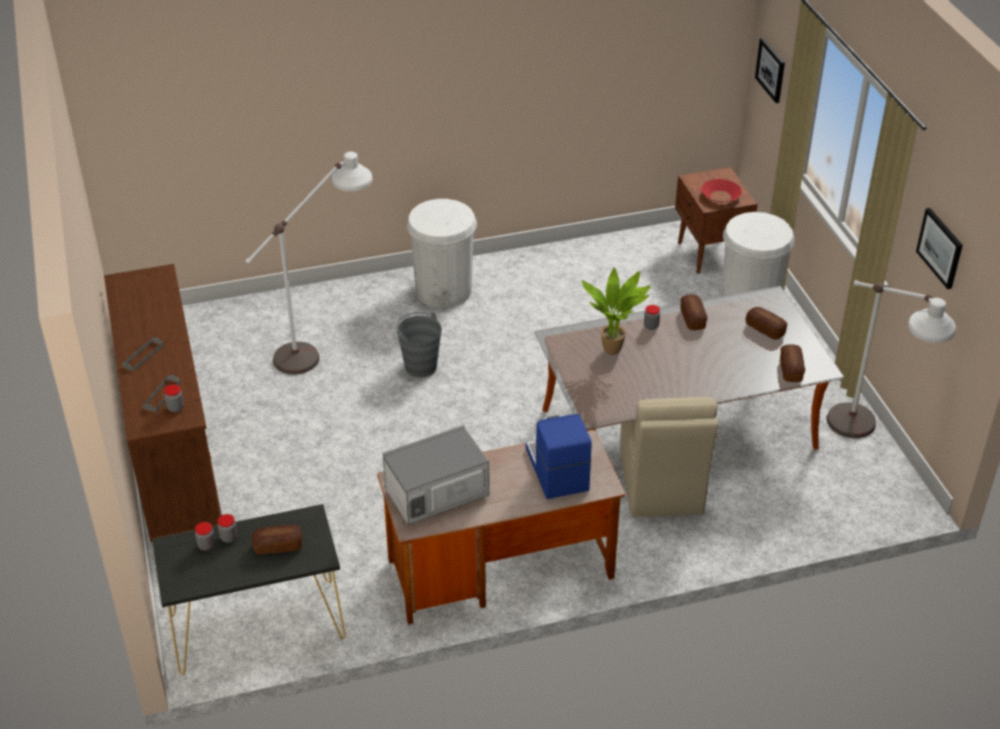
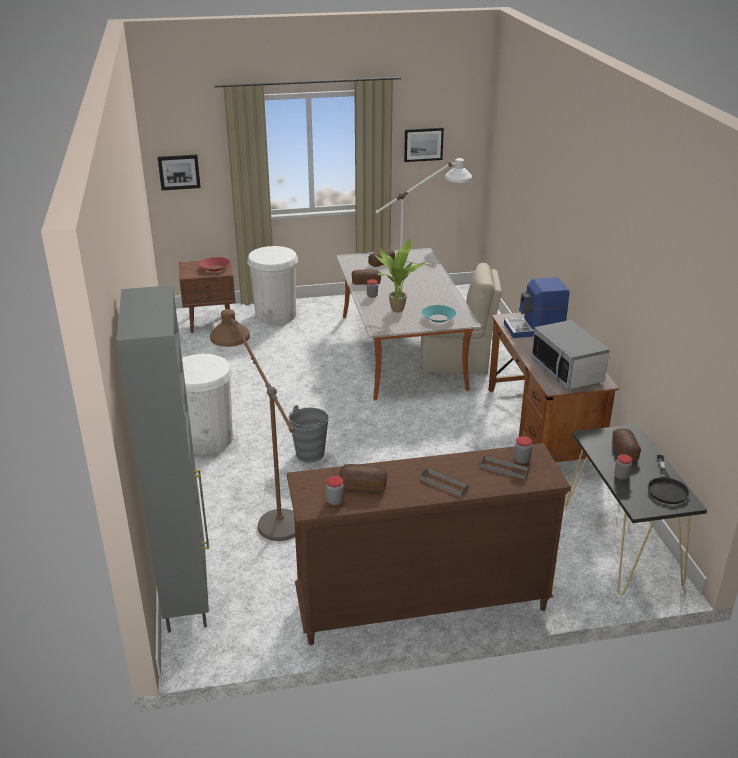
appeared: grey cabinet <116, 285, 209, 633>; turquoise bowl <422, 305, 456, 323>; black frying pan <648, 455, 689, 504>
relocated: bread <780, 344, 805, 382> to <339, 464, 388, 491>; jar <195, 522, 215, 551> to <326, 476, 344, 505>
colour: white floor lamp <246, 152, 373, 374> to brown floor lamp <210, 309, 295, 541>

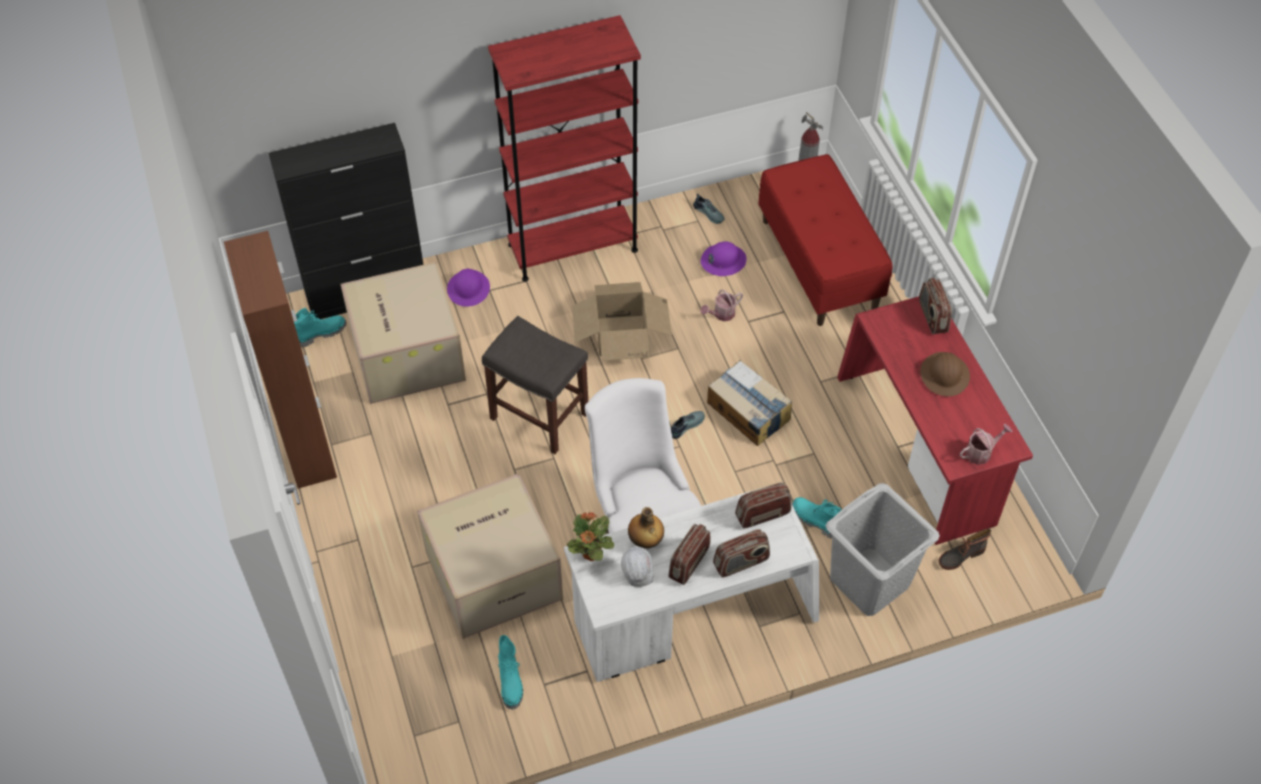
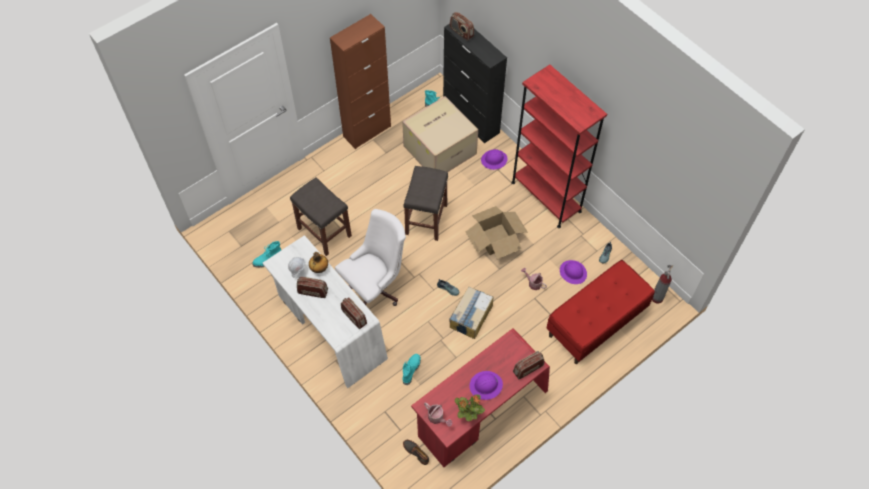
missing: grey laundry basket <826, 483, 940, 616>
relocated: potted plant <567, 512, 614, 561> to <455, 394, 485, 421>; radio <713, 529, 770, 578> to <450, 12, 474, 41>
exchanged: cardboard box <417, 473, 563, 639> to grey stool <290, 177, 352, 256>
colour: brown hard hat <920, 352, 970, 396> to purple hard hat <469, 371, 503, 400>

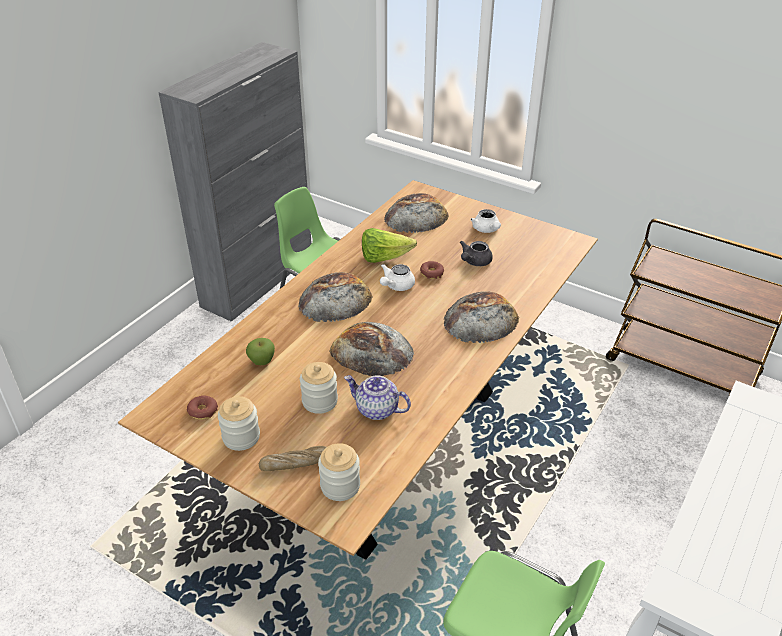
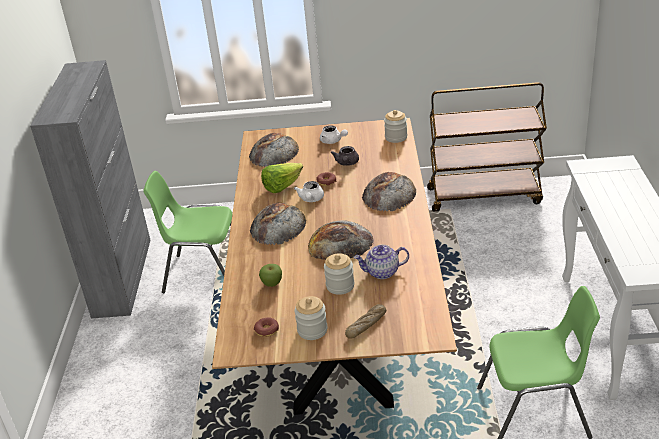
relocated: jar <318, 443, 360, 501> to <384, 110, 407, 143>

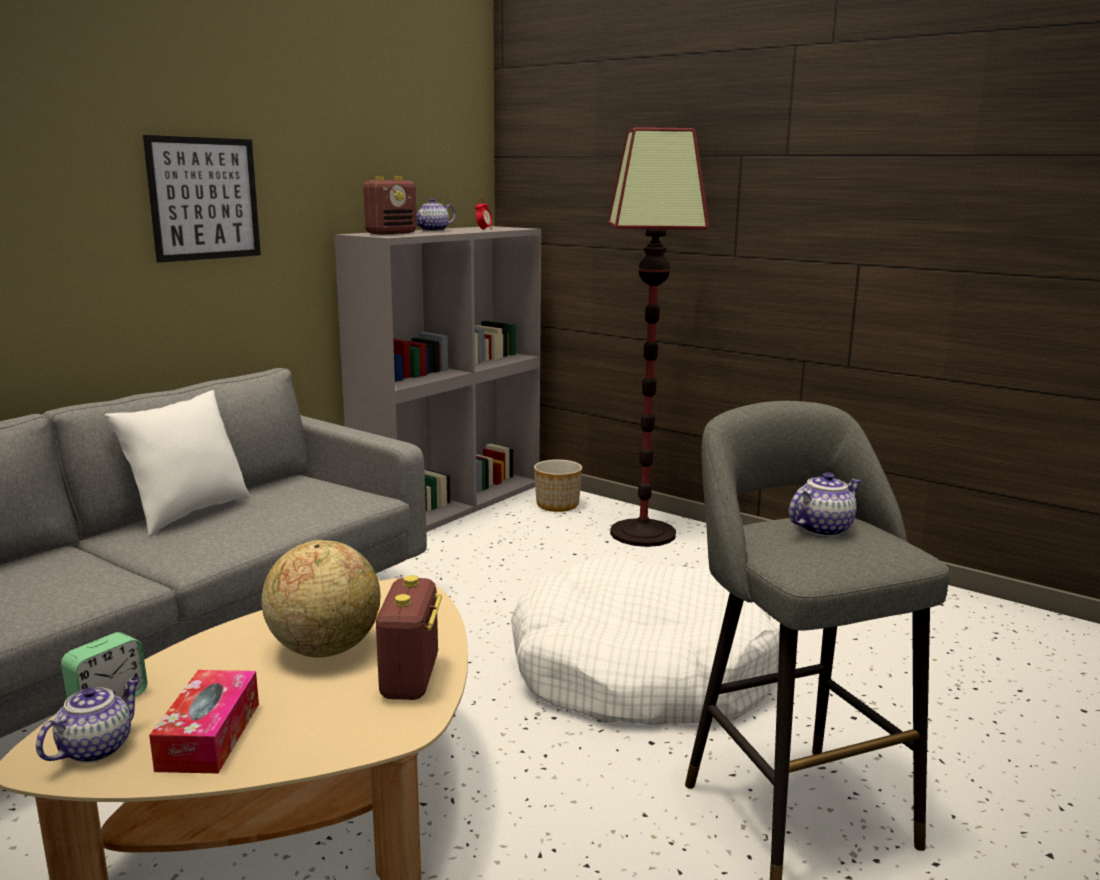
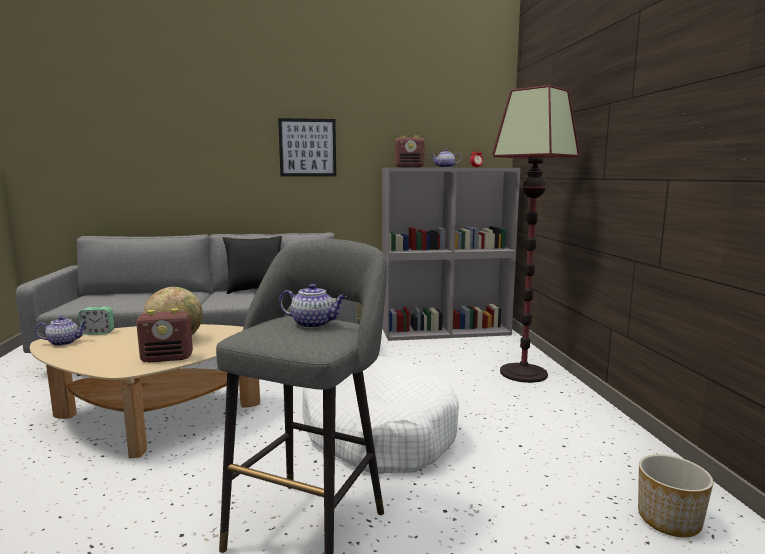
missing: tissue box <149, 670, 259, 773>
relocated: planter <534, 459, 582, 512> to <638, 454, 713, 537>
colour: white pillow <105, 390, 250, 536> to black pillow <223, 236, 282, 294>
spun: radio <376, 575, 442, 700> = <136, 309, 193, 363> 150 degrees counterclockwise

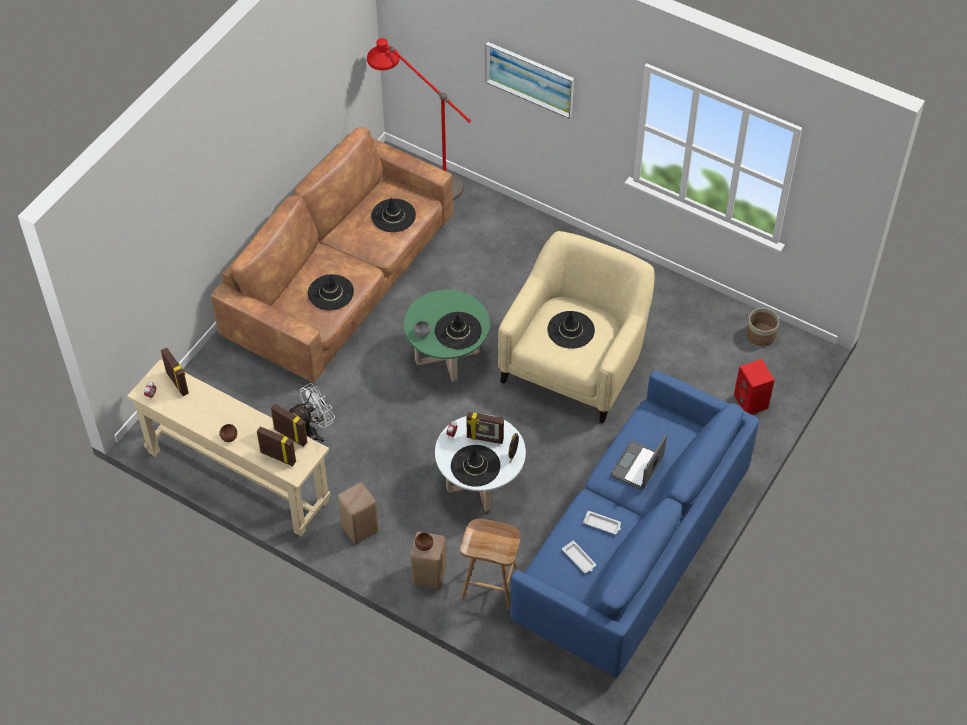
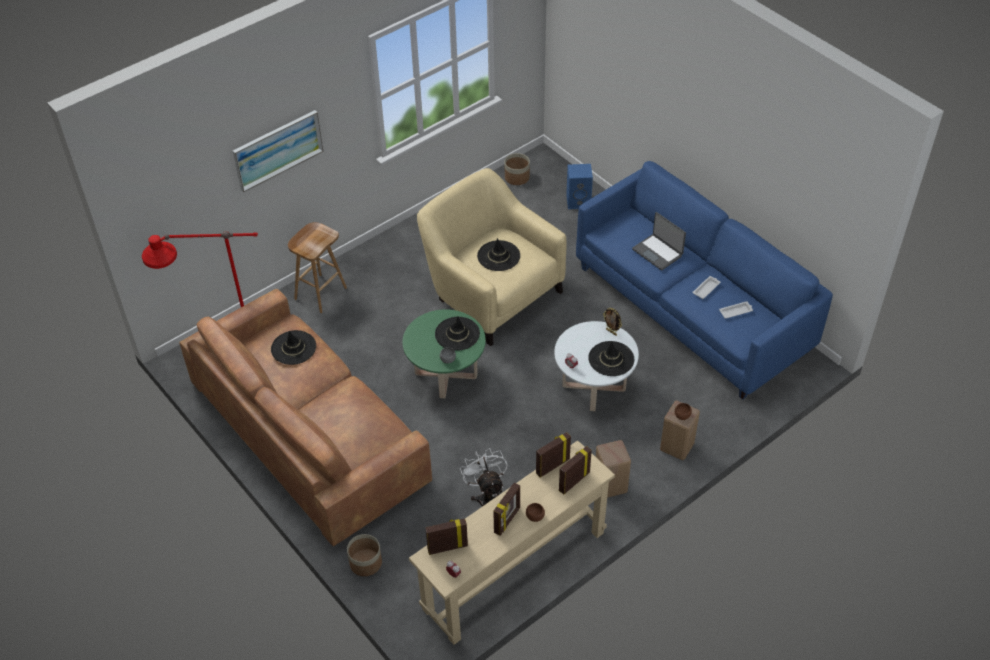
missing: black hat <308, 274, 354, 310>
appeared: planter <347, 534, 382, 576>
relocated: picture frame <466, 412, 504, 444> to <493, 482, 520, 536>; brown stool <460, 519, 521, 610> to <288, 222, 347, 313>
colour: red speaker <734, 359, 774, 414> to blue speaker <566, 164, 593, 209>

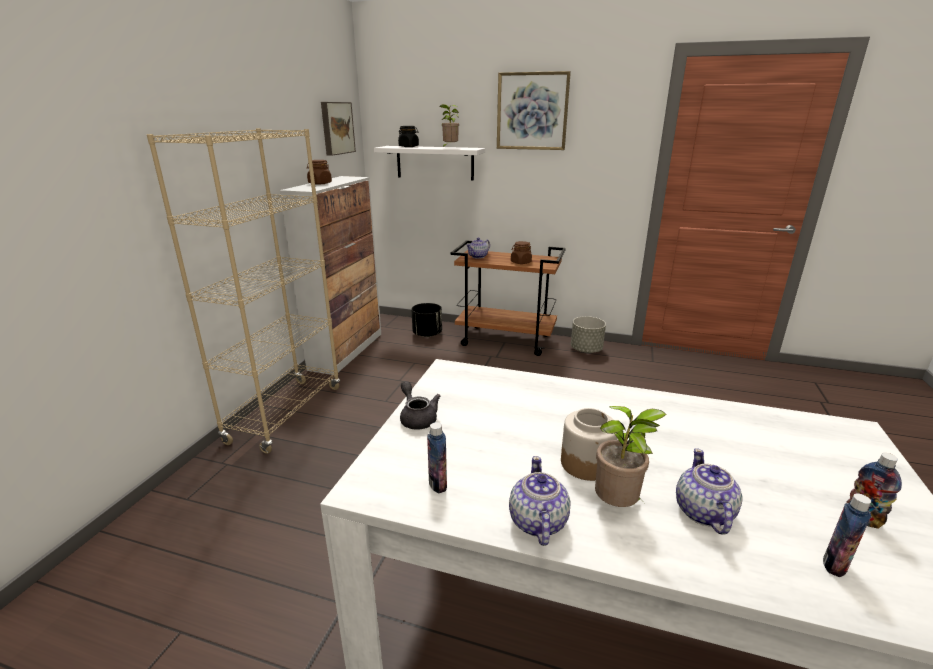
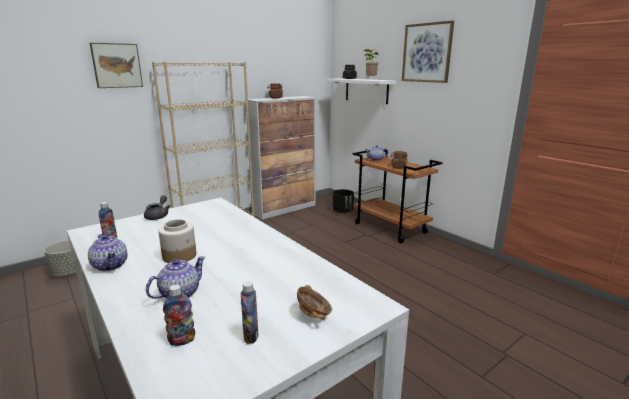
missing: potted plant <595, 406, 666, 507>
appeared: bowl <297, 285, 332, 320>
relocated: picture <321, 102, 356, 156> to <90, 43, 143, 88>; grey planter <571, 316, 606, 353> to <44, 240, 76, 276>
spun: teapot <509, 456, 570, 546> = <88, 234, 128, 271> 105 degrees clockwise

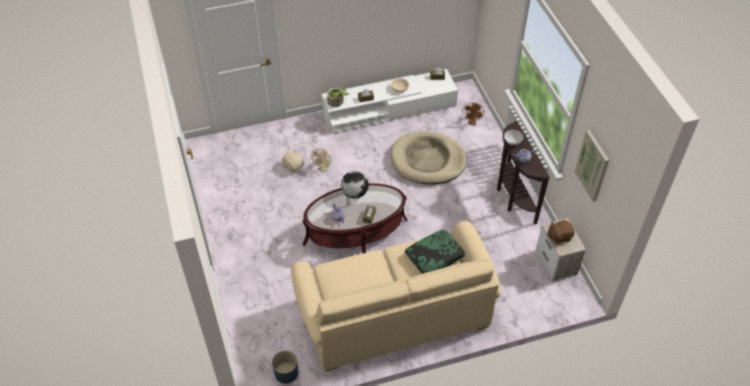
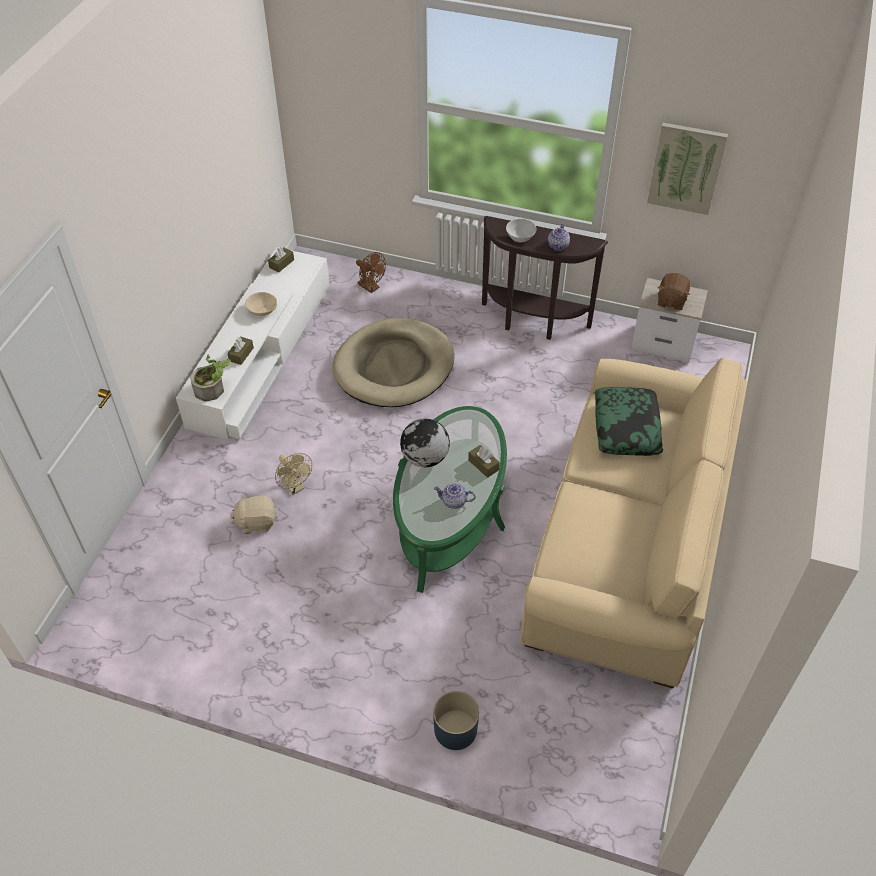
relocated: blue planter <272, 351, 298, 384> to <433, 691, 479, 750>
colour: brown coffee table <302, 183, 408, 254> to green coffee table <393, 406, 507, 593>

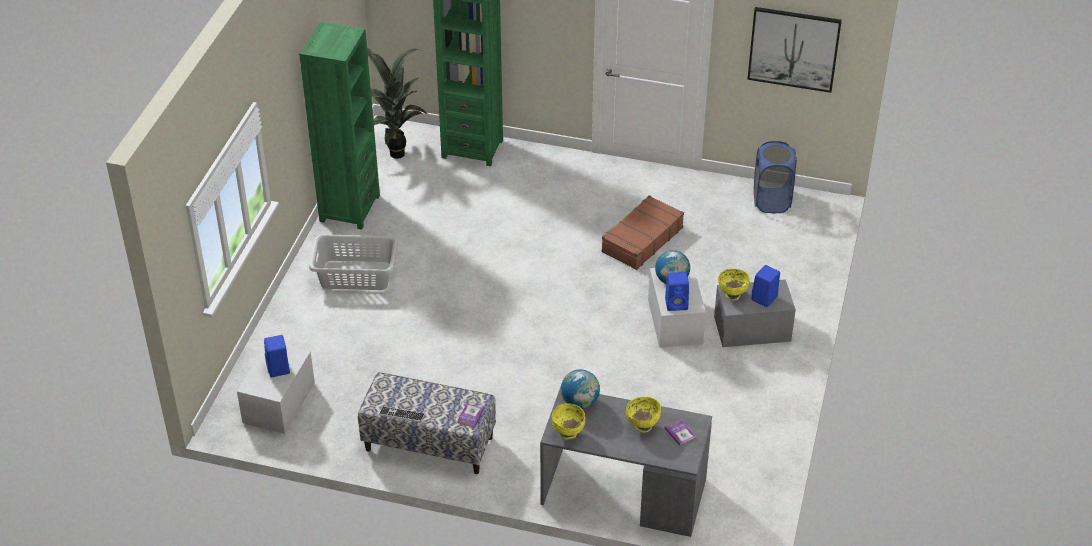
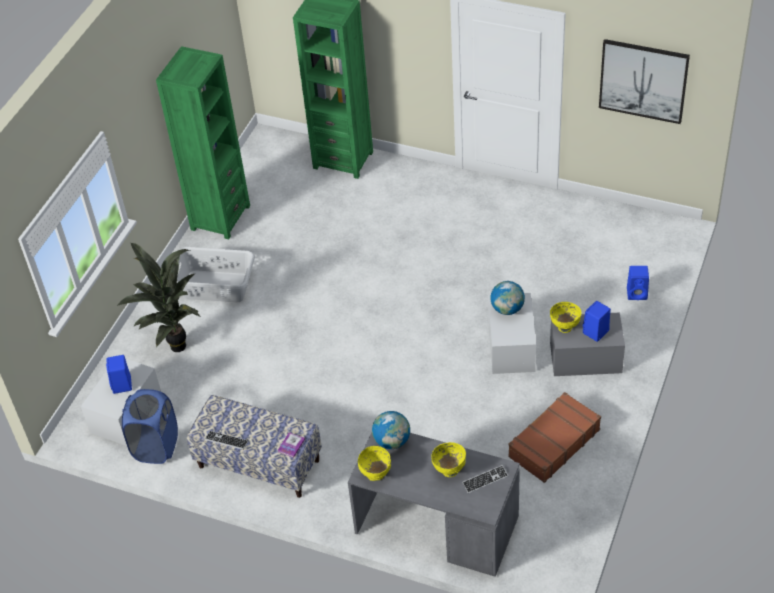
relocated: potted plant <367, 48, 429, 159> to <117, 243, 201, 352>; blue laundry basket <754, 141, 797, 213> to <122, 389, 178, 464>; brown suitcase <601, 195, 684, 270> to <508, 392, 601, 483>; blue speaker <665, 272, 689, 311> to <627, 266, 649, 300>
exchanged: book <665, 420, 696, 446> to keyboard <462, 465, 508, 493>

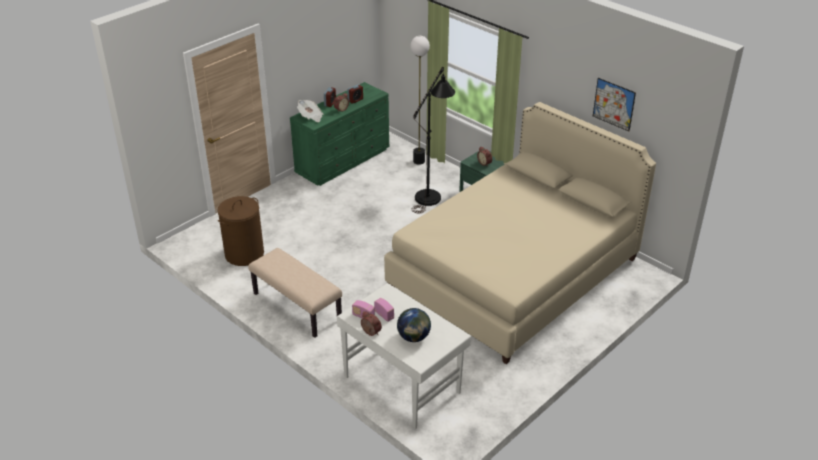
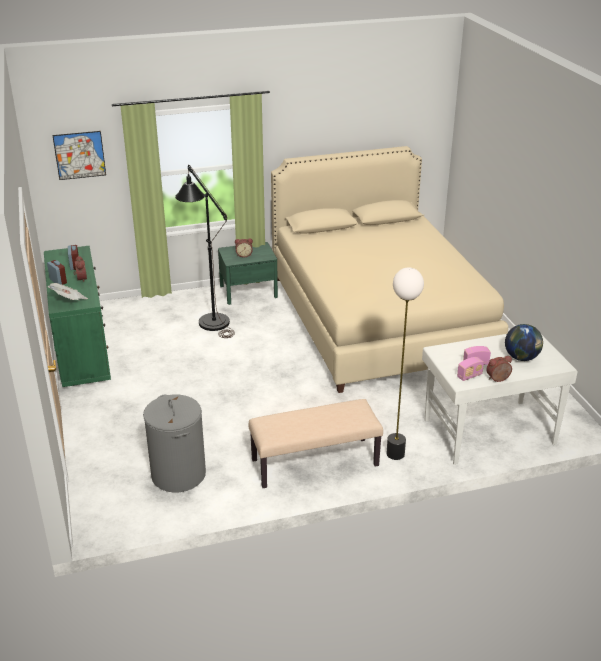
relocated: floor lamp <410, 36, 430, 165> to <387, 267, 424, 460>; picture <593, 78, 636, 131> to <52, 131, 106, 180>
colour: brown laundry basket <217, 196, 264, 266> to grey laundry basket <143, 395, 206, 492>

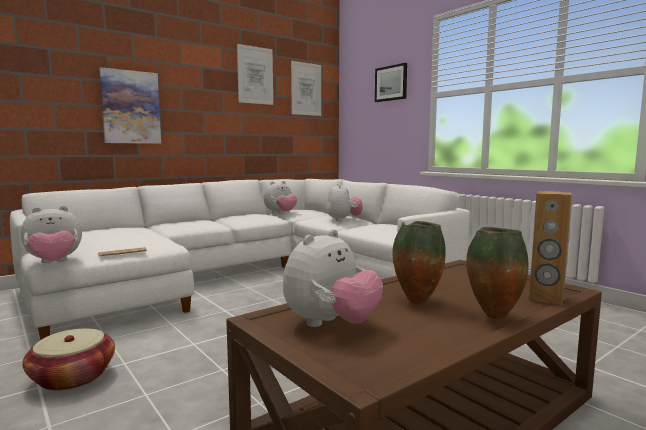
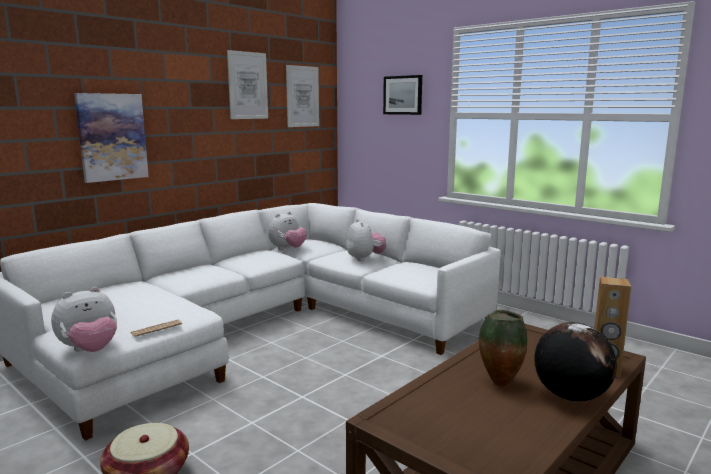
missing: plush toy <283, 229, 383, 327>
exchanged: vase <466, 227, 528, 319> to globe <534, 322, 617, 401>

